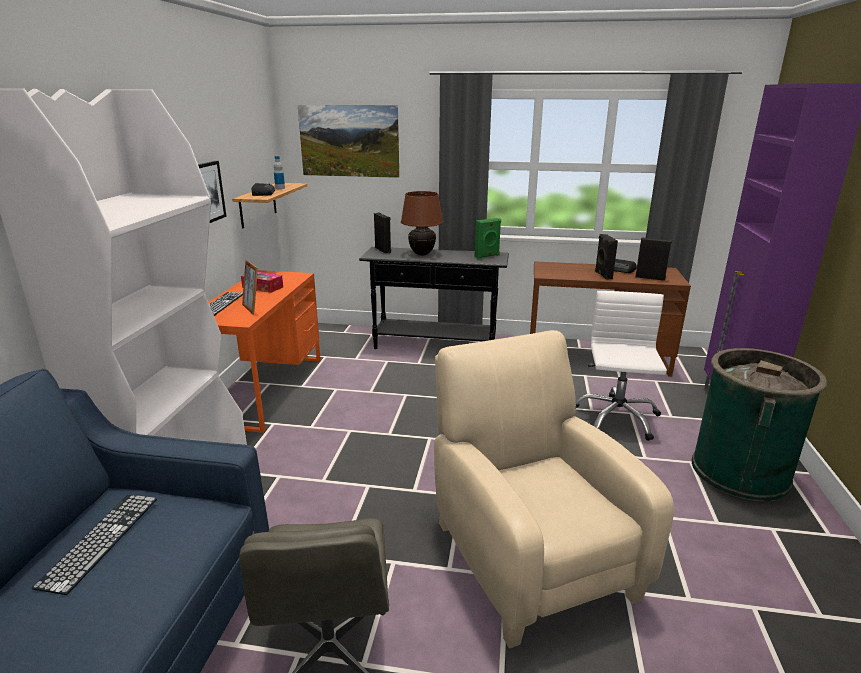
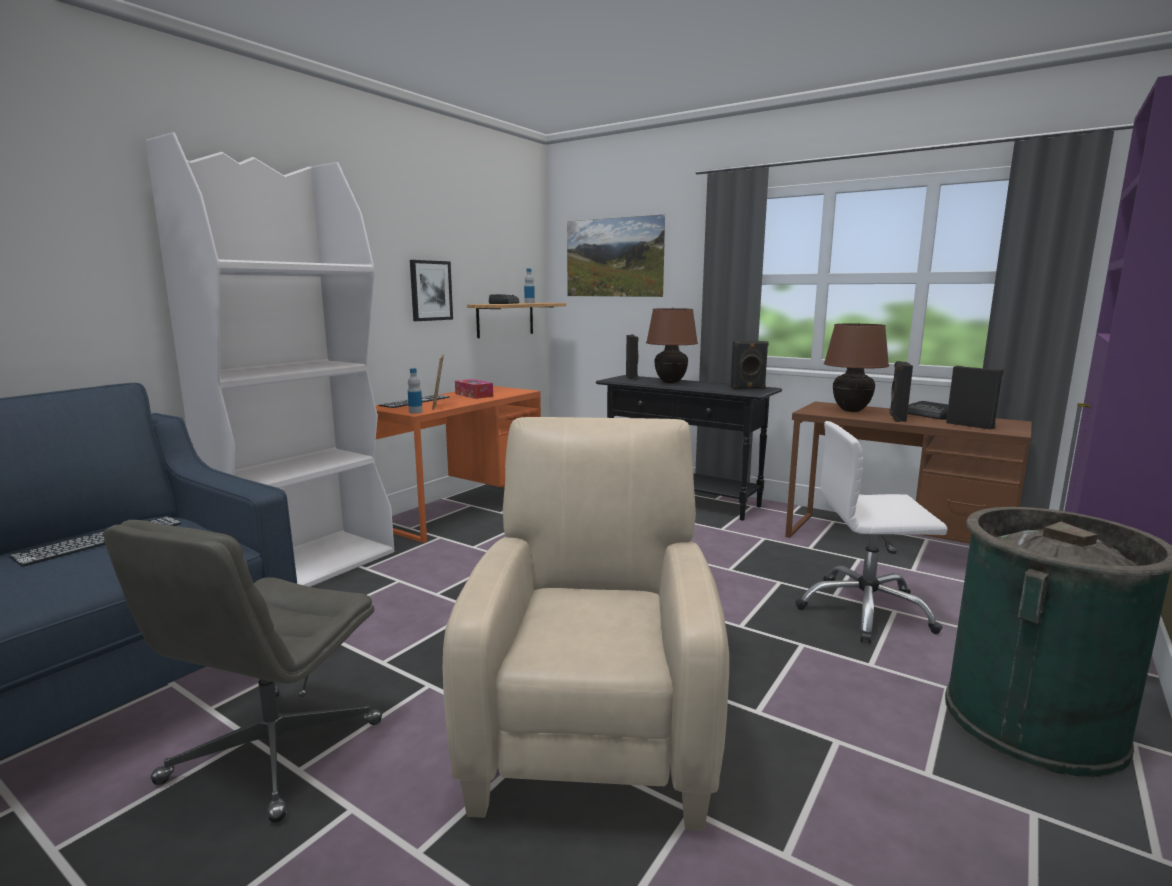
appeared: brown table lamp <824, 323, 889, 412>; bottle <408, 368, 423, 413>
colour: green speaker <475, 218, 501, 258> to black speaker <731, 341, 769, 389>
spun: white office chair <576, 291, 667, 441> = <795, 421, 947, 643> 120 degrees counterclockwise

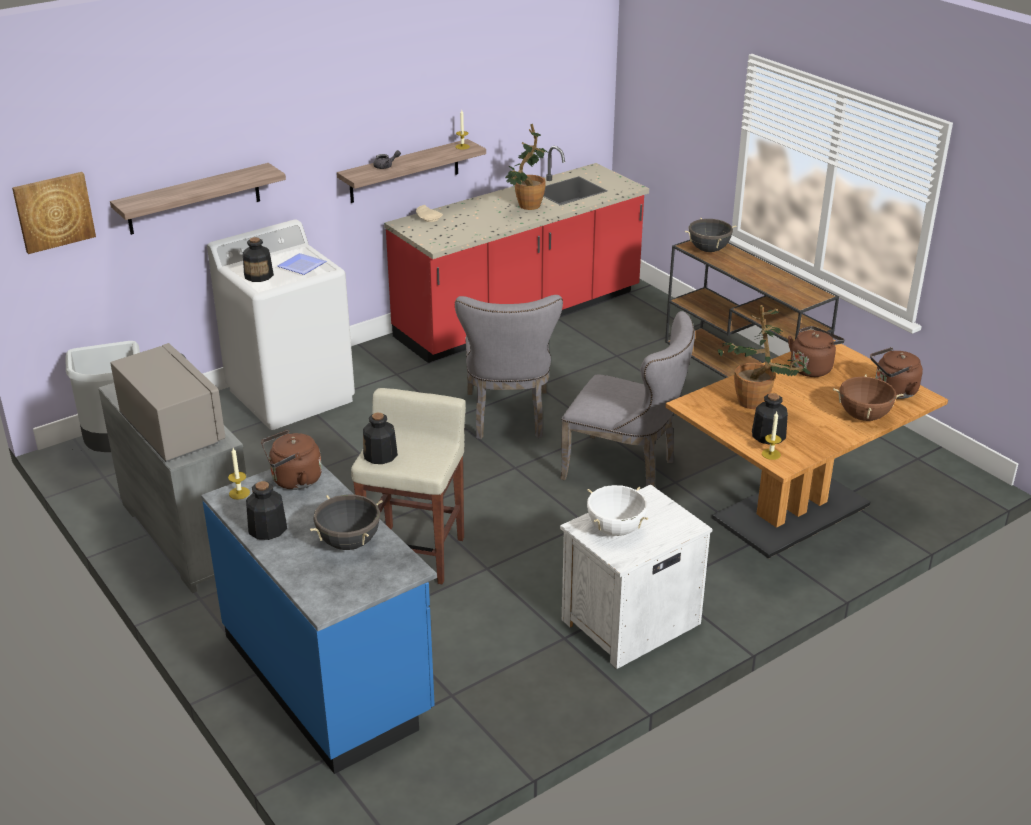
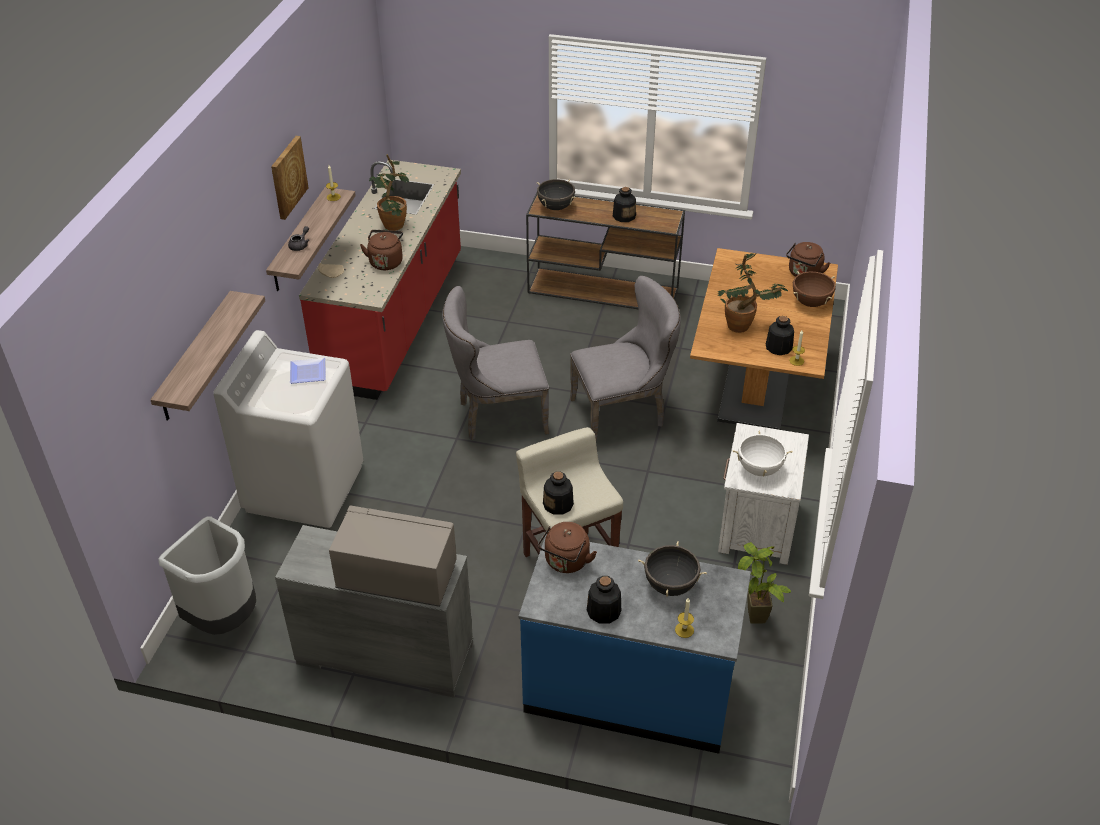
appeared: potted plant <738, 542, 791, 624>
relocated: picture <12, 172, 96, 254> to <271, 136, 309, 220>; bottle <243, 237, 274, 282> to <613, 187, 636, 222>; brown kettle <788, 326, 845, 377> to <360, 230, 403, 270>; candle <228, 448, 250, 500> to <675, 598, 694, 638>
spun: grey chair <455, 295, 563, 439> = <442, 286, 549, 440> 120 degrees clockwise

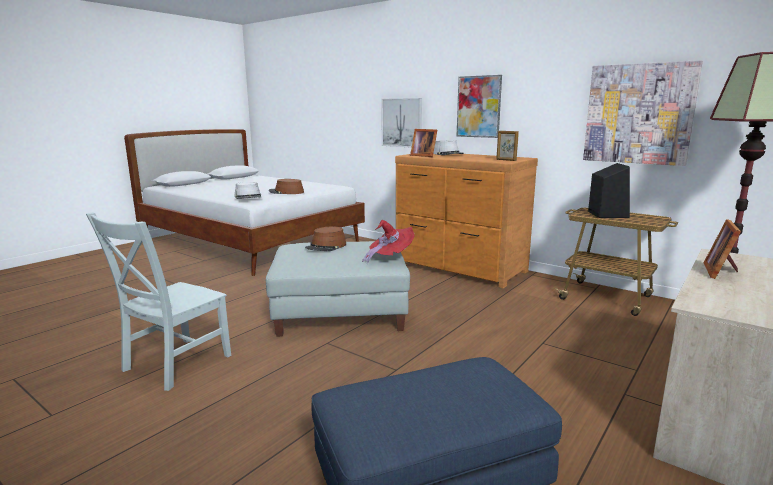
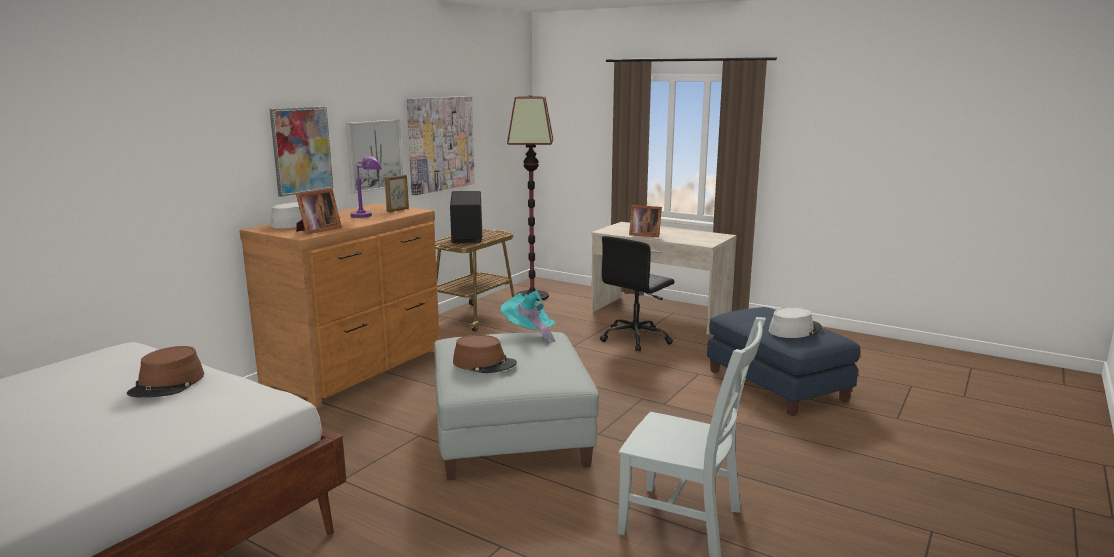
appeared: purple table lamp <350, 156, 382, 218>; black office chair <600, 236, 674, 351>
relocated: picture <381, 98, 422, 148> to <346, 120, 403, 194>; grey hat <234, 182, 261, 199> to <769, 307, 822, 338>
colour: red hat <362, 220, 414, 264> to turquoise hat <500, 291, 555, 344>

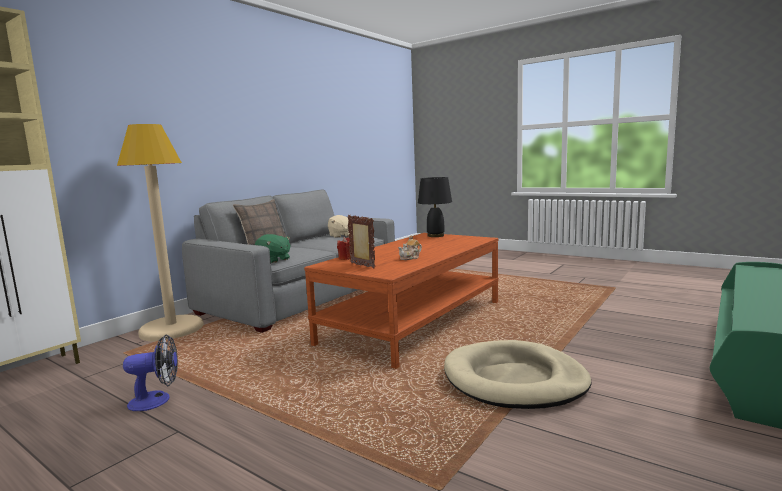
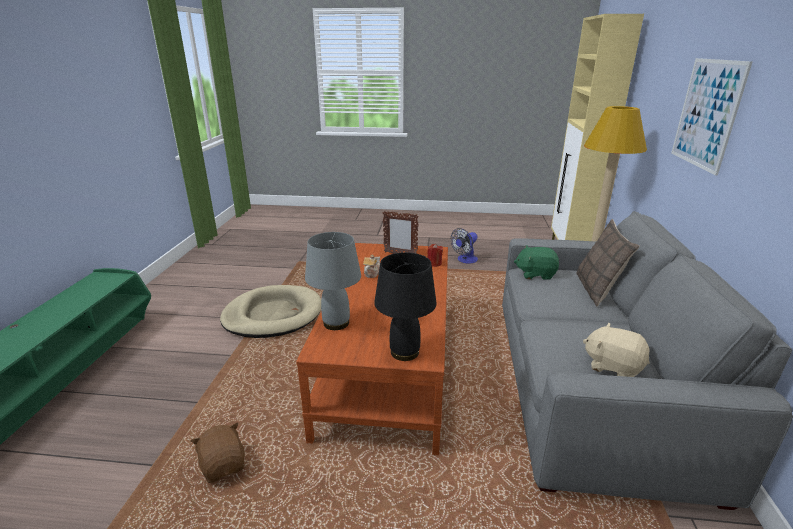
appeared: picture <671, 58, 752, 176>; grey table lamp <305, 232, 361, 330>; brown plush toy <191, 423, 245, 483>

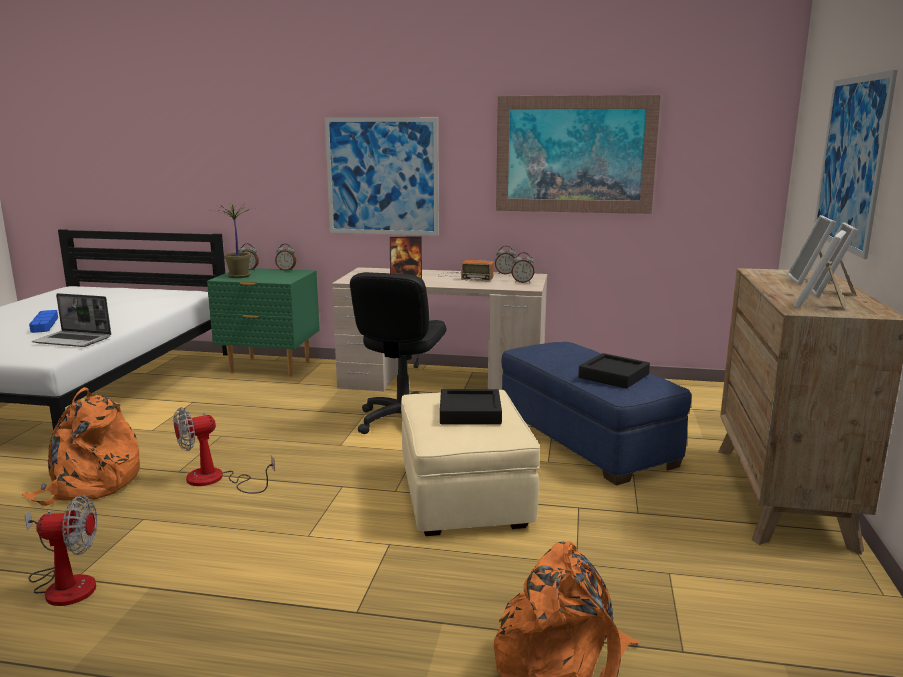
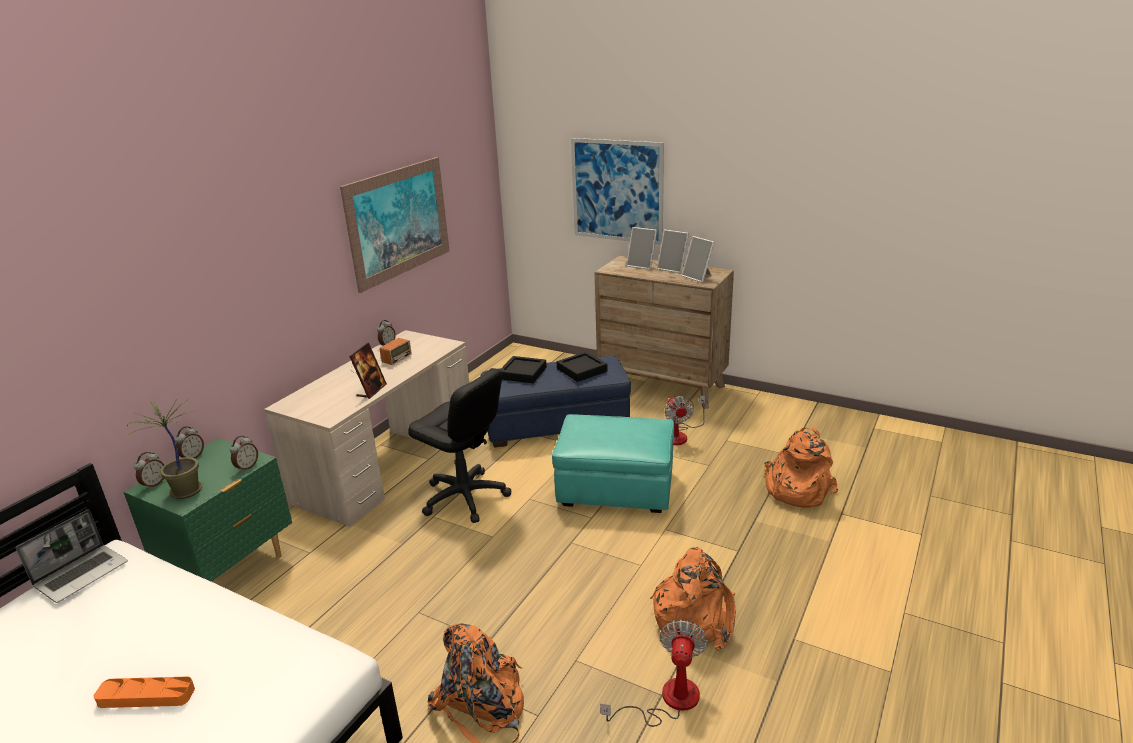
missing: picture <325, 117, 439, 236>
appeared: orange backpack <650, 547, 736, 651>
relocated: alarm clock <512, 252, 535, 283> to <230, 436, 258, 472>; laptop <32, 293, 111, 347> to <16, 509, 128, 603>; black tray <440, 389, 502, 425> to <500, 356, 547, 383>; fan <174, 407, 275, 494> to <665, 395, 705, 445>
colour: blue tray <29, 310, 58, 333> to orange tray <94, 676, 195, 708>; beige ottoman <401, 390, 540, 536> to turquoise ottoman <552, 414, 674, 513>

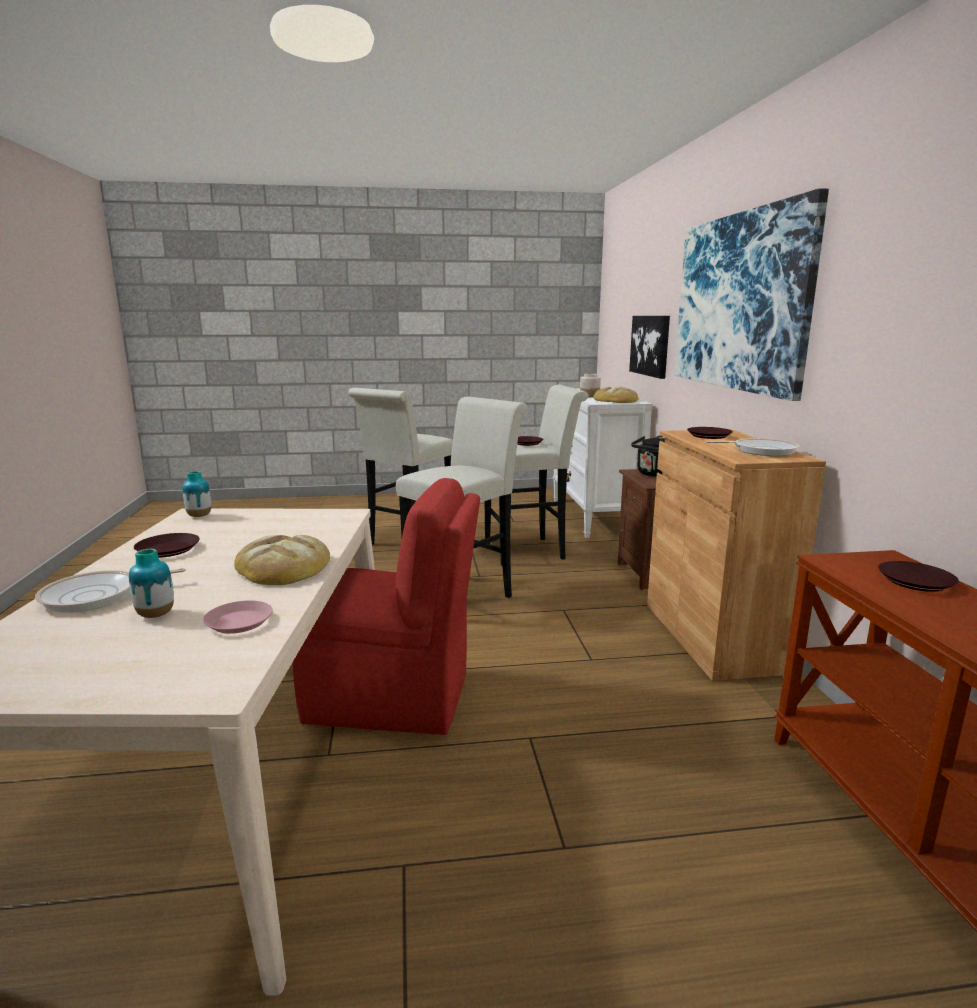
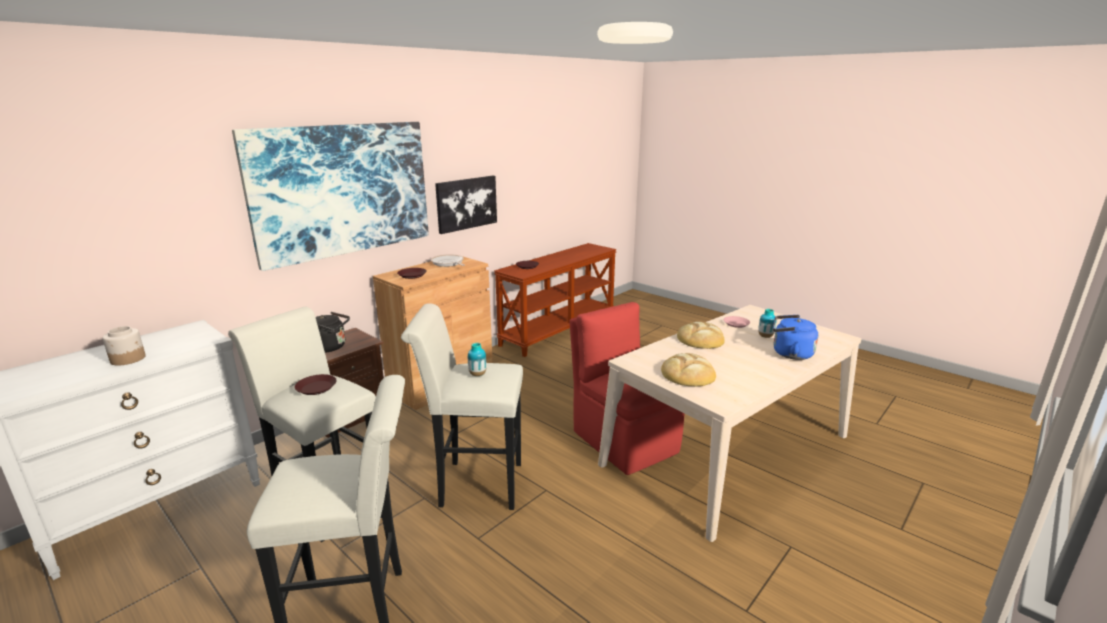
missing: brown plate <134, 533, 200, 558>
relocated: picture <629, 316, 670, 379> to <435, 176, 497, 234>; bread <593, 387, 639, 403> to <661, 353, 716, 386>; vase <183, 471, 211, 517> to <468, 343, 487, 376>
exchanged: frying pan <35, 568, 186, 613> to blue kettle <773, 315, 818, 360>

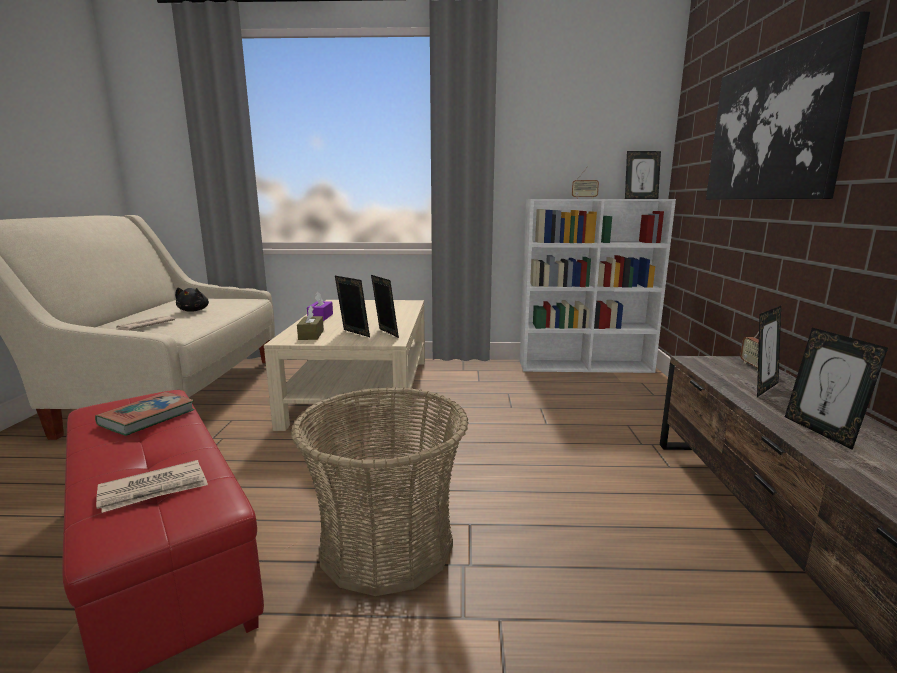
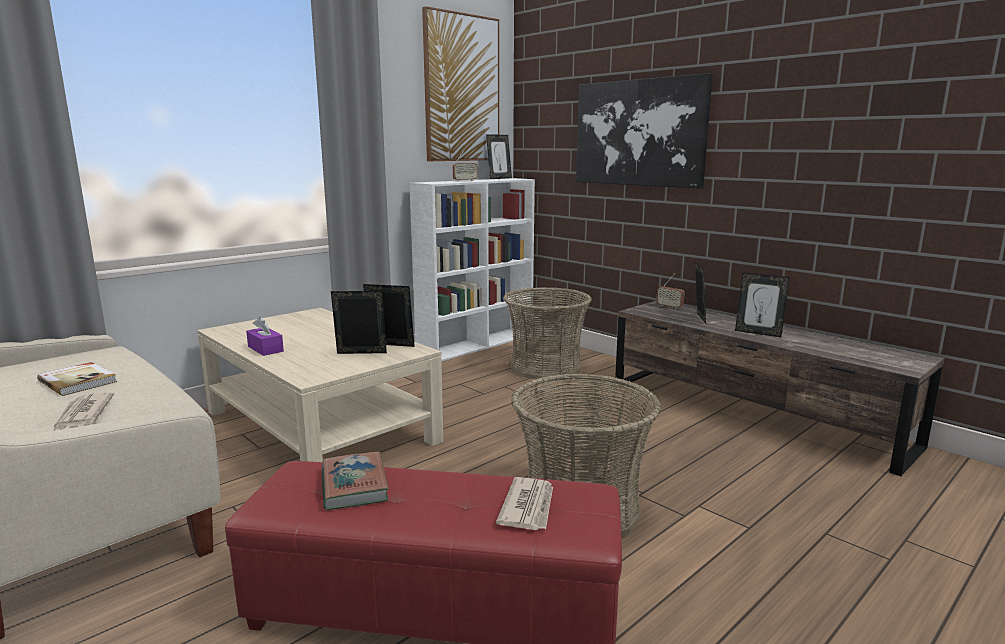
missing: brown tissue box <297, 305, 324, 340>
appeared: picture <422, 6, 499, 161>; basket <503, 287, 592, 379>
exchanged: black plush toy <175, 288, 209, 312> to book <37, 362, 117, 396>

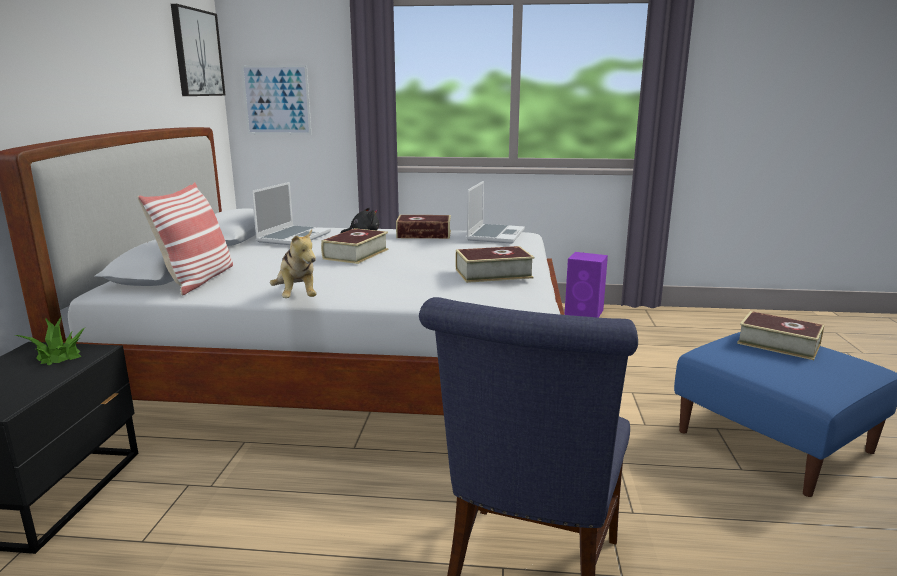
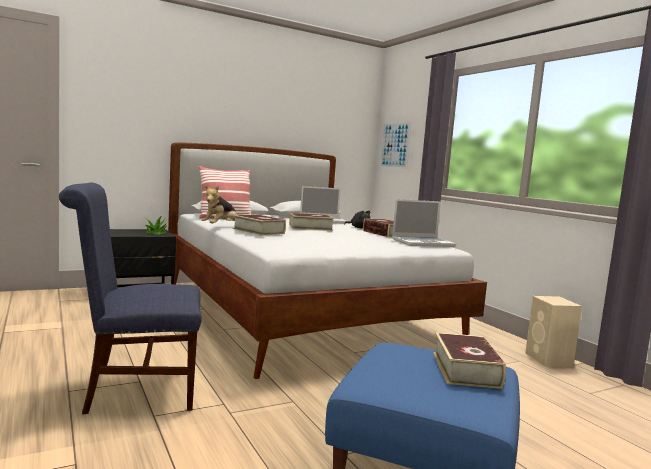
missing: picture <171, 4, 226, 96>
relocated: book <456, 246, 534, 283> to <233, 214, 286, 236>
colour: purple speaker <565, 252, 608, 318> to beige speaker <525, 296, 582, 367>

